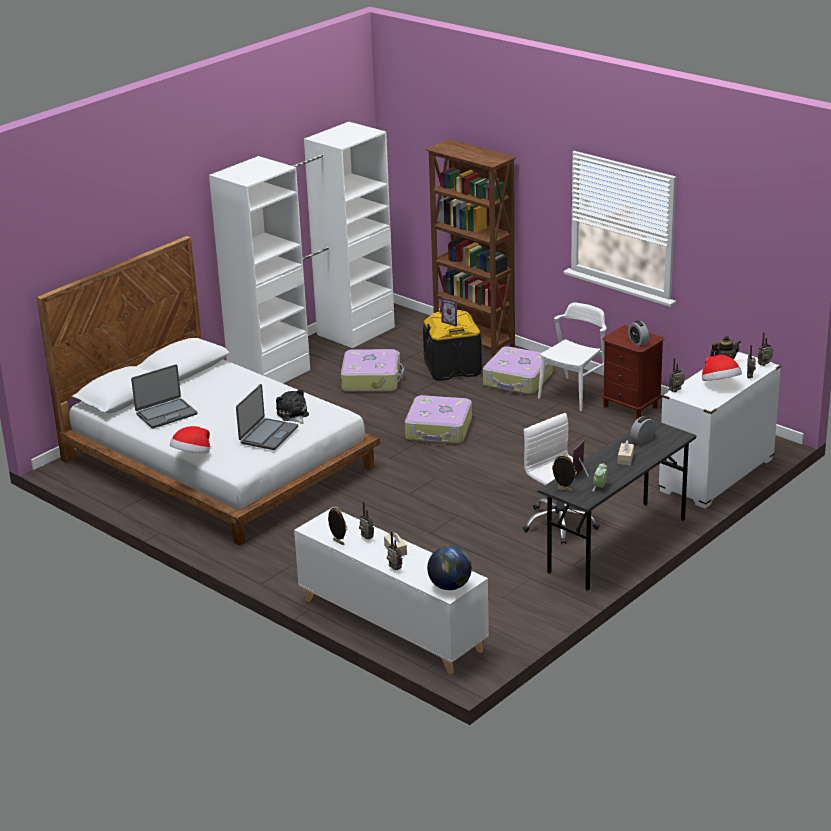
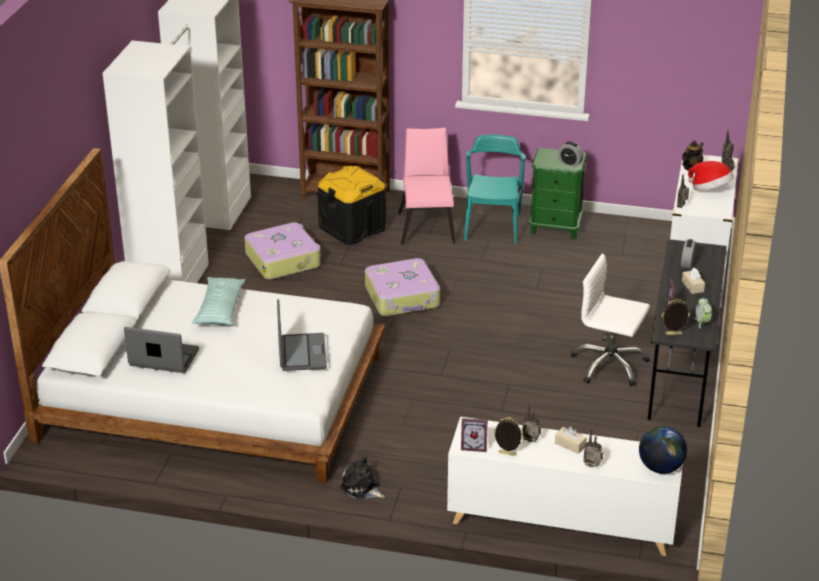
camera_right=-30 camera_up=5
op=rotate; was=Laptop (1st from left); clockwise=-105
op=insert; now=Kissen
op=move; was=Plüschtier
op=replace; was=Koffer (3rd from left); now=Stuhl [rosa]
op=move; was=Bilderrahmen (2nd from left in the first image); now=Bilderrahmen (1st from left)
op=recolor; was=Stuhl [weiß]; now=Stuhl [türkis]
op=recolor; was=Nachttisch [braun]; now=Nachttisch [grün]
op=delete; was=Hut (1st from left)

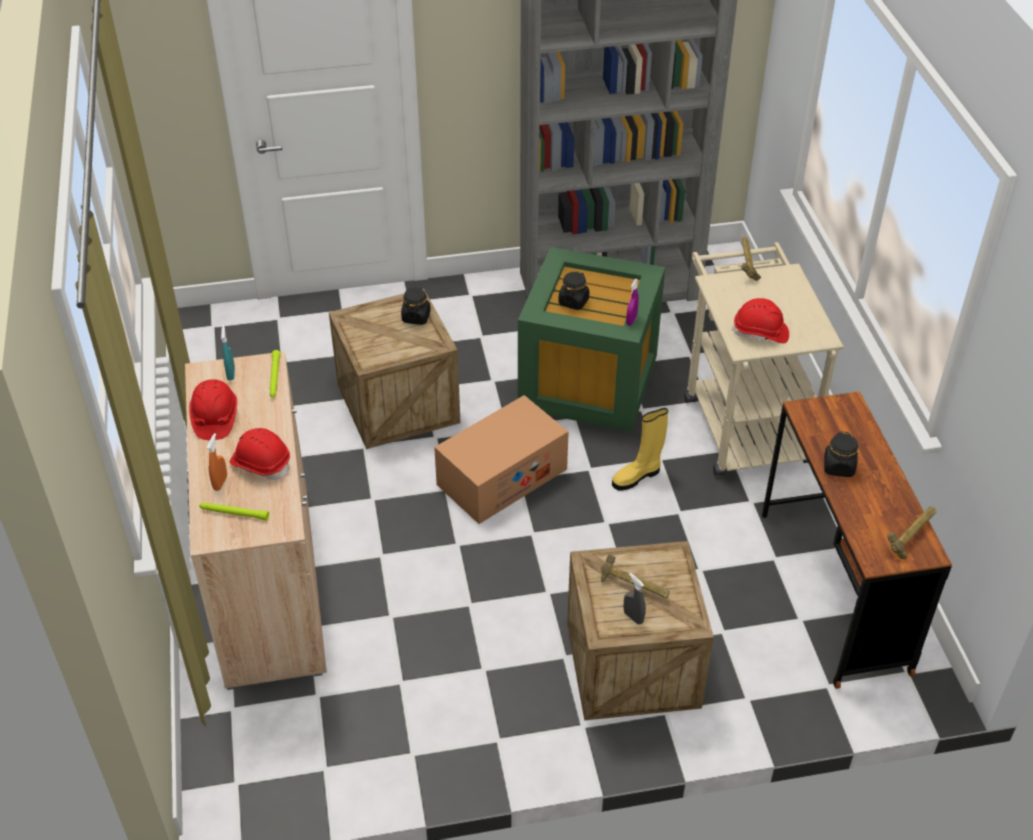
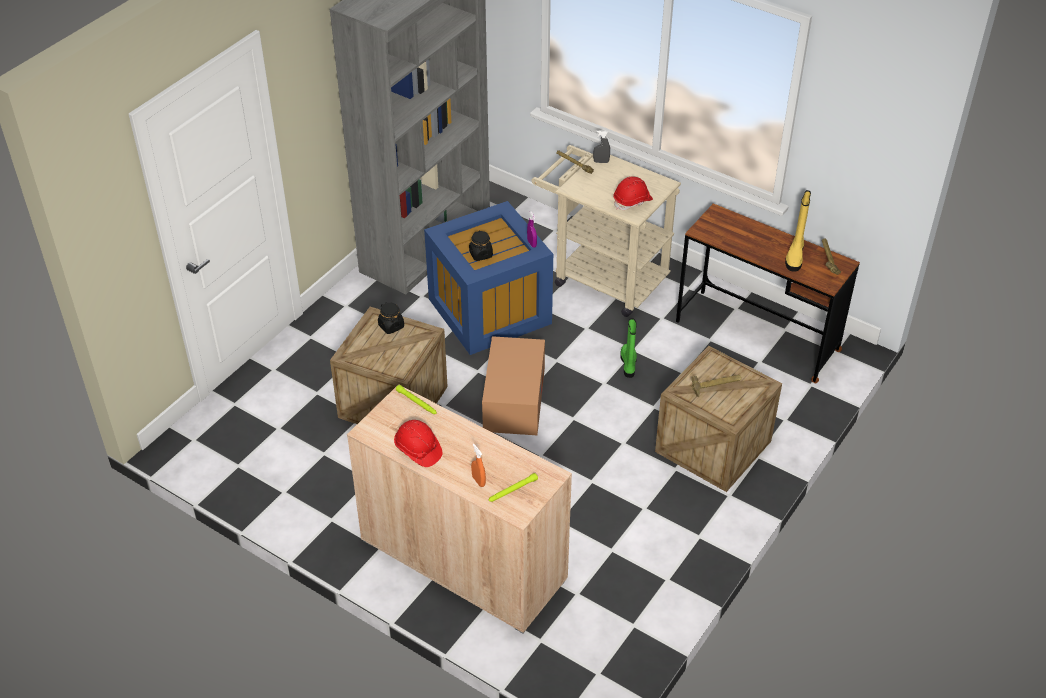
camera_right=-45 camera_up=0
op=recolor; was=Aufbewahrungsbox [grün]; now=Aufbewahrungsbox [blau]
op=move; was=Sprühflasche [grau]
op=insert; now=Stiefel [grün]
op=move; was=Stiefel [gelb]
op=delete; was=Sprühflasche [türkis]
op=delete; was=Schutzhelm [rot] (2nd from left)
op=delete; was=Vorratsglas [schwarz] (3rd from left)

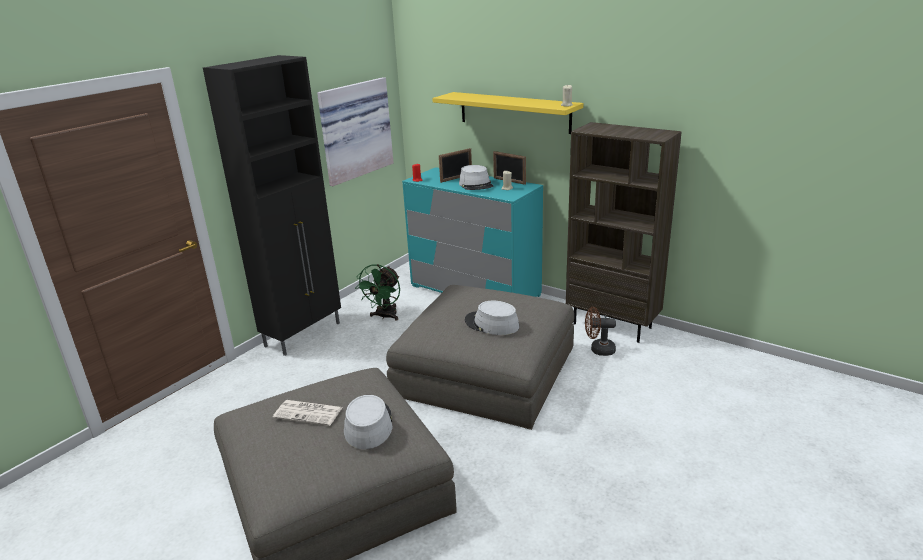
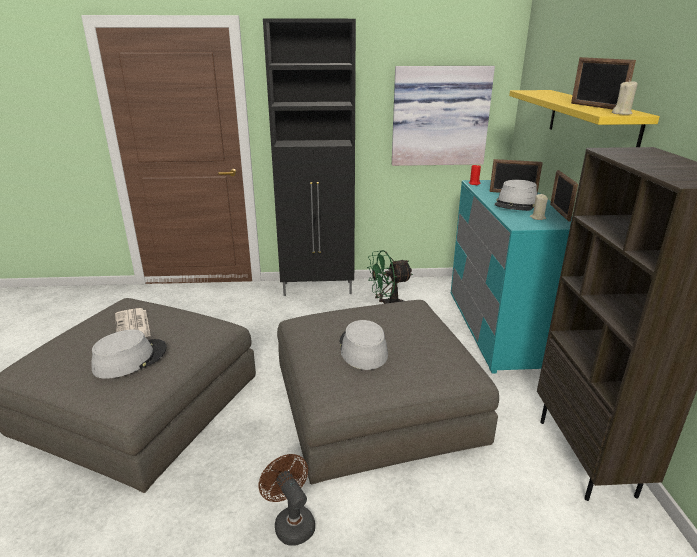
camera_right=50 camera_up=0
op=move; was=Ventilator [braun]
op=insert; now=Bilderrahmen (3rd from left)

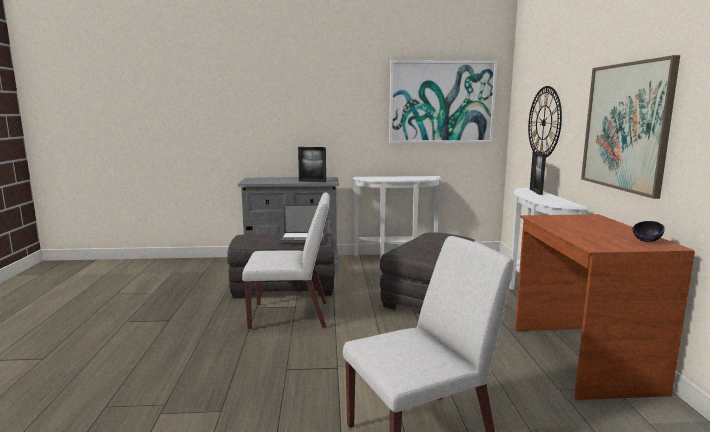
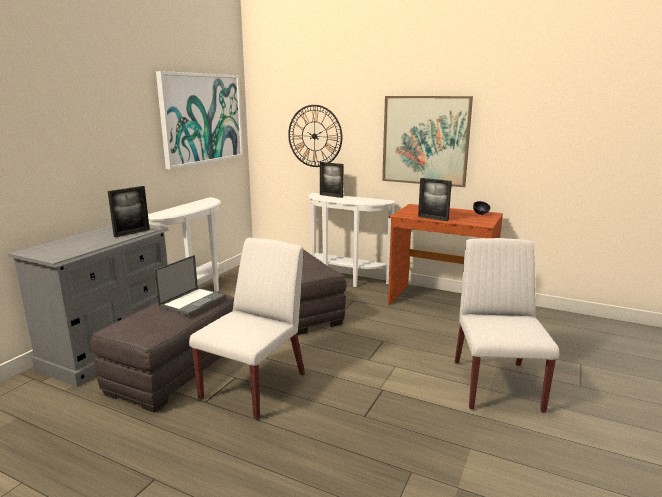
camera_right=-60 camera_up=5
op=insert; now=Bilderrahmen (3rd from left)

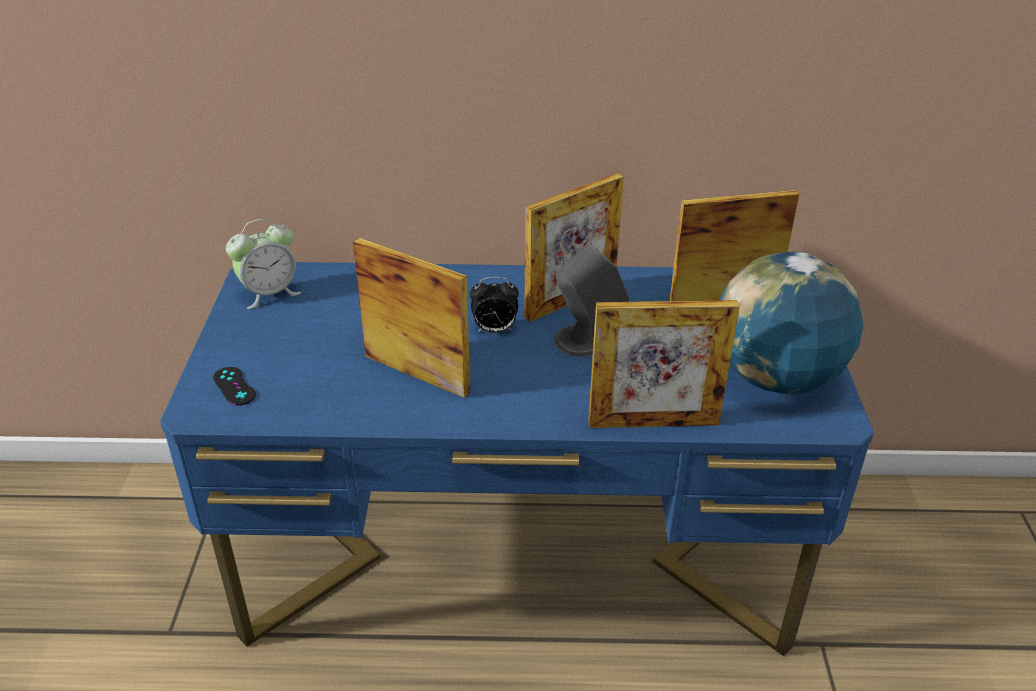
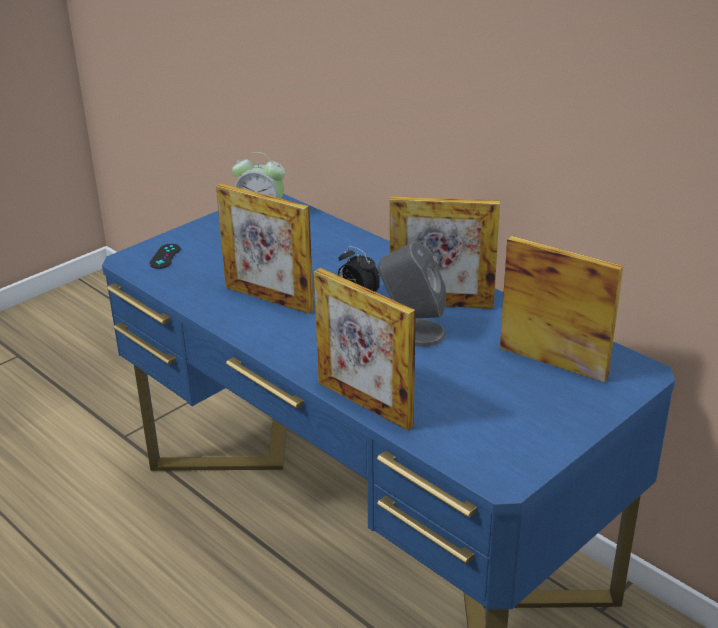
camera_right=45 camera_up=-5
op=rotate; was=Bilderrahmen (1st from left); clockwise=135
op=delete; was=Globus

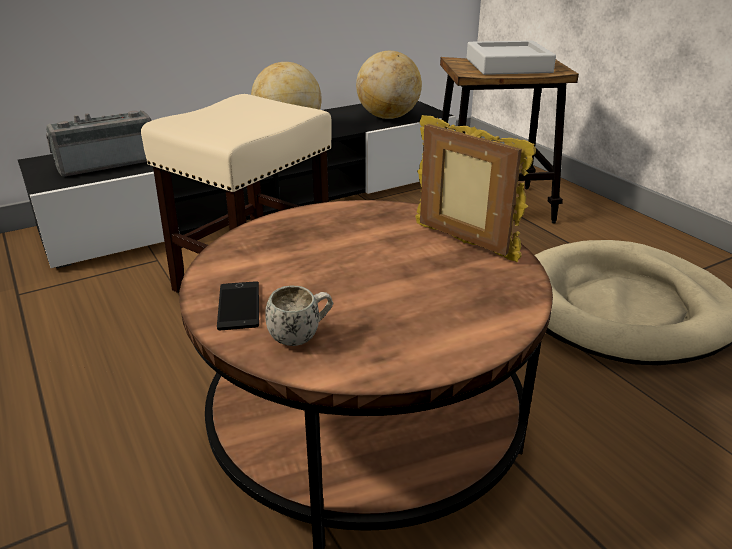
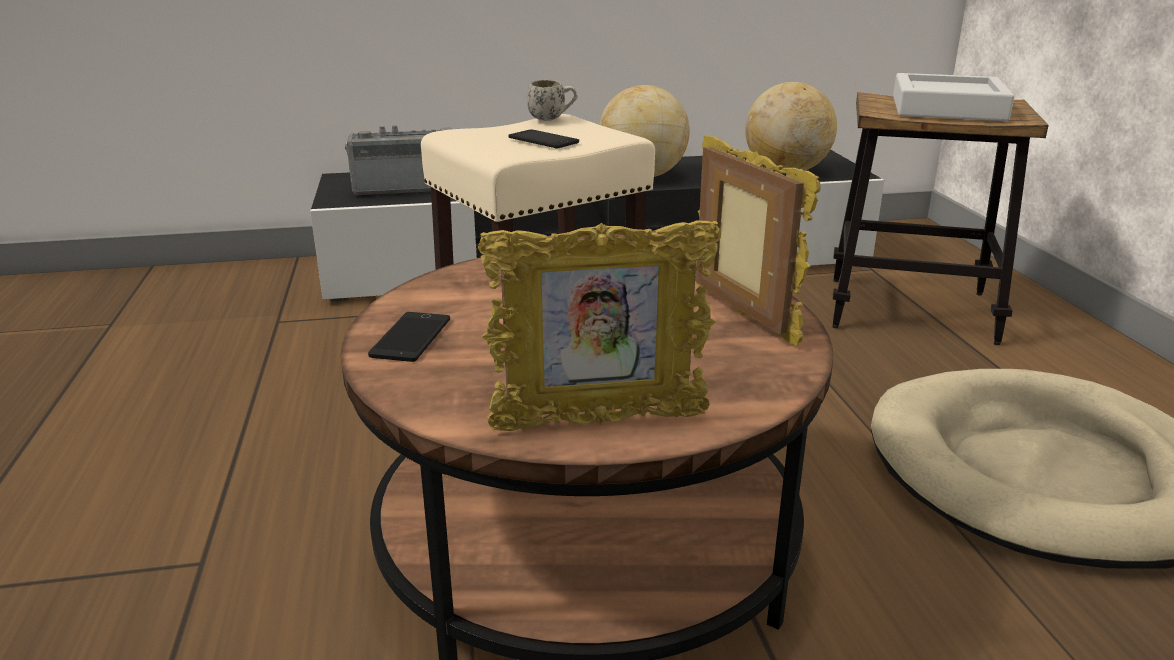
camera_right=20 camera_up=-5
op=insert; now=Bilderrahmen (1st from left)
op=insert; now=Handy (2nd from left)
op=move; was=Henkelbecher [weiß]

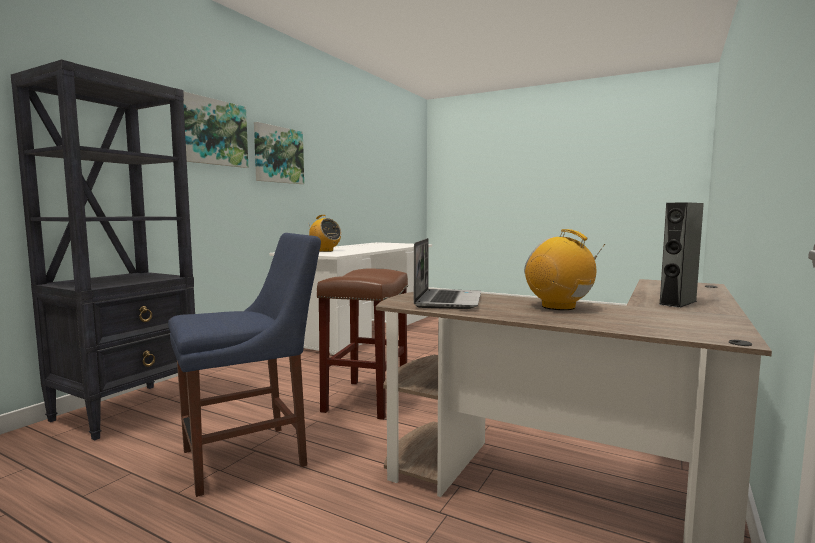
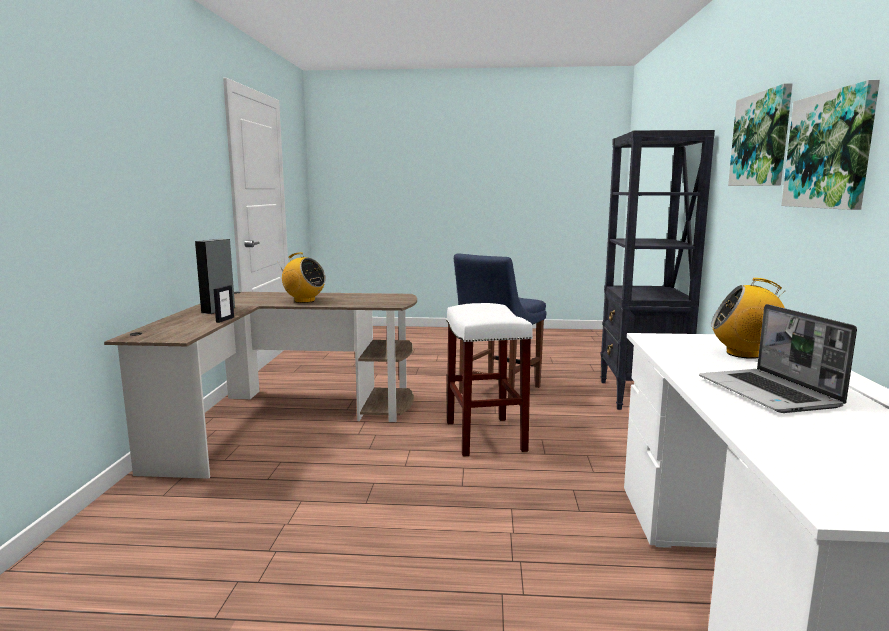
camera_right=155 camera_up=5
op=insert; now=Bilderrahmen
op=recolor; was=Hocker [braun]; now=Hocker [weiß]
op=move; was=Laptop

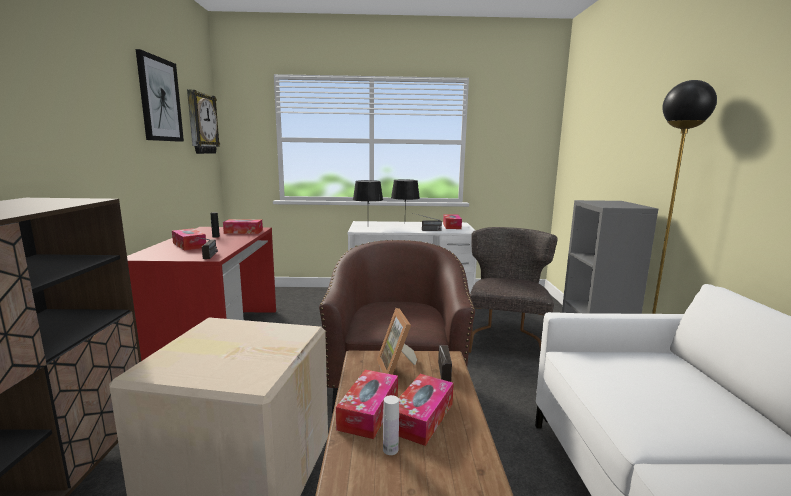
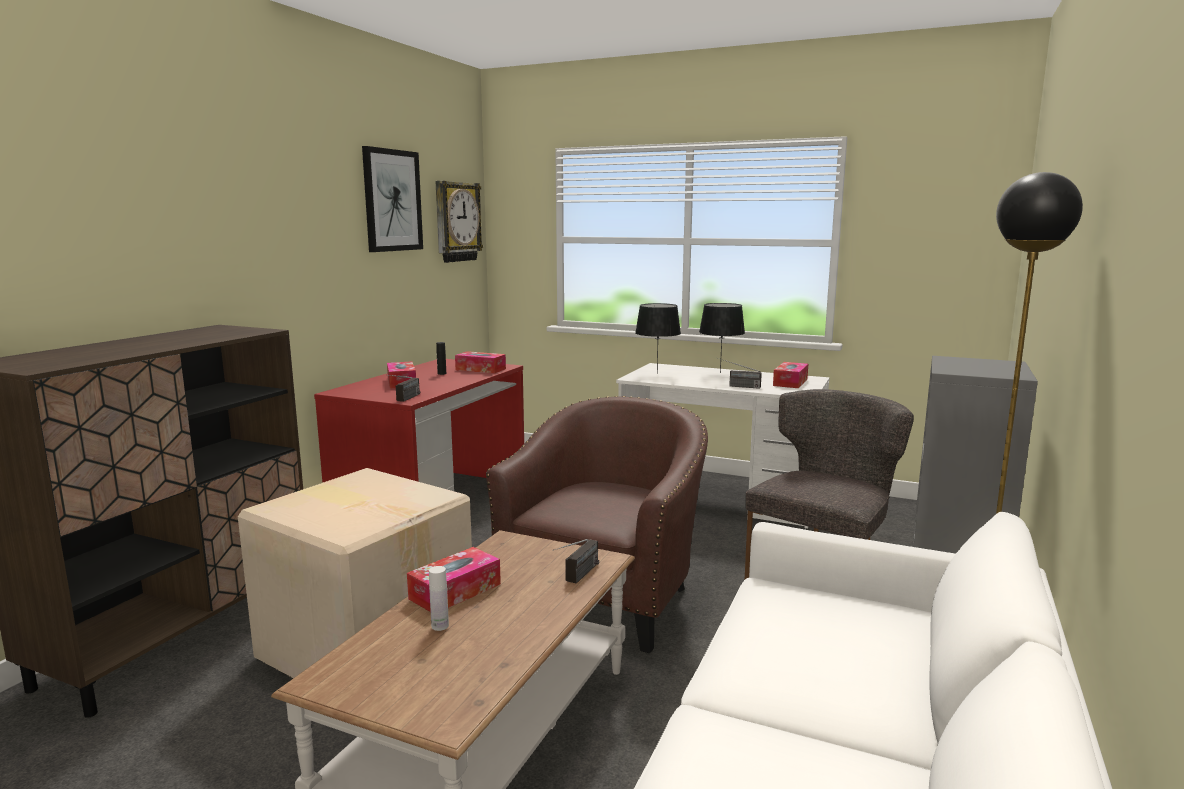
camera_right=25 camera_up=0
op=delete; was=Bilderrahmen
op=delete; was=Taschentuchbox (4th from left)

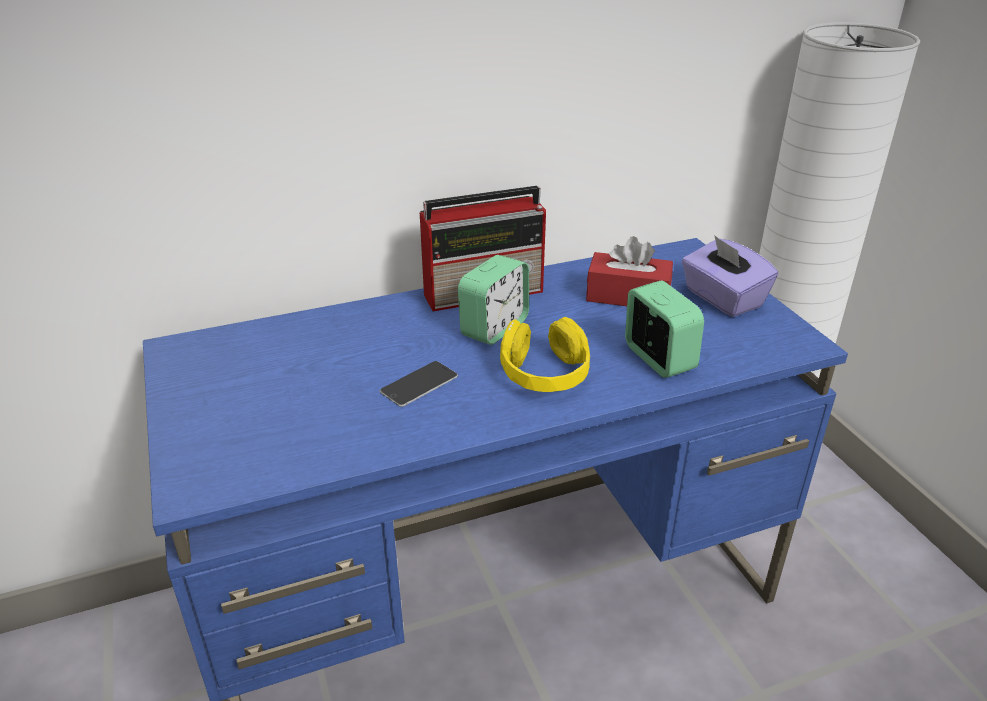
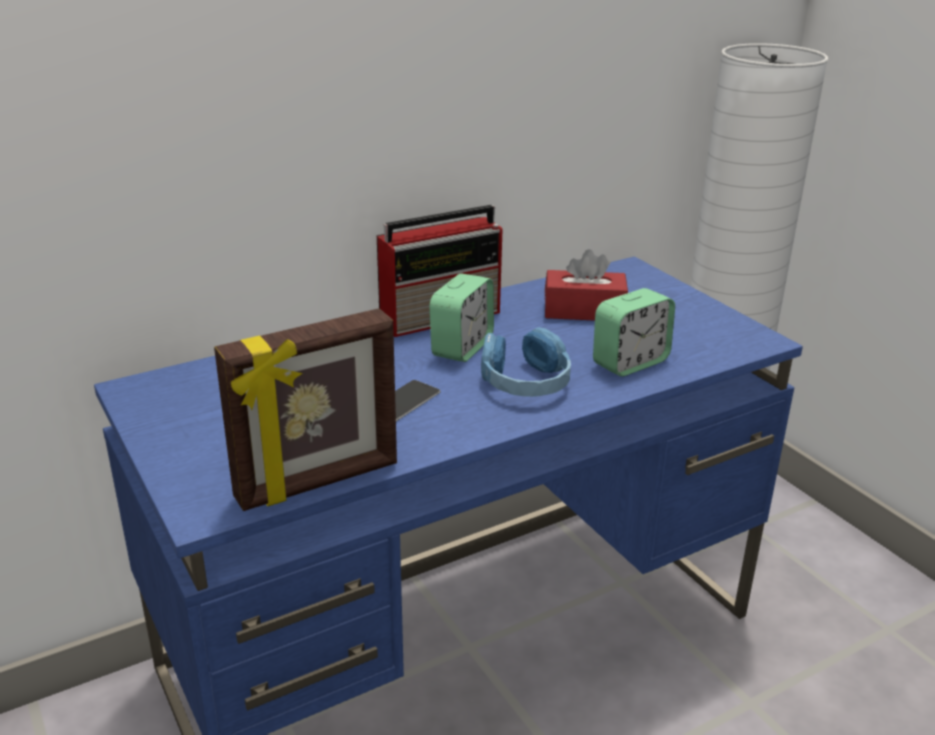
camera_right=-10 camera_up=-5
op=insert; now=Bilderrahmen
op=recolor; was=Kopfhörer [gelb]; now=Kopfhörer [blau]
op=rotate; was=Wecker (2nd from left); clockwise=90
op=delete; was=Taschentuchbox [lila]

